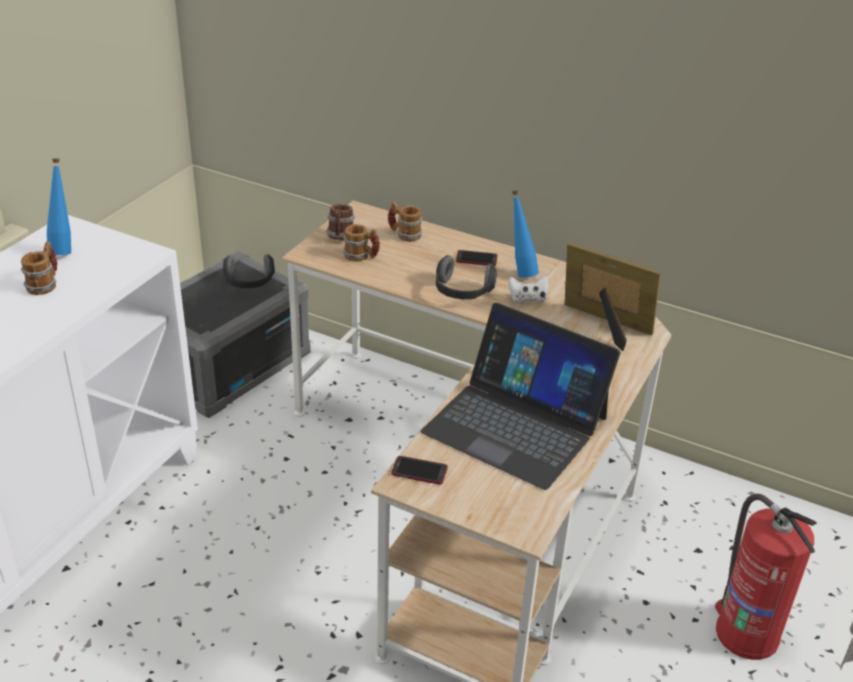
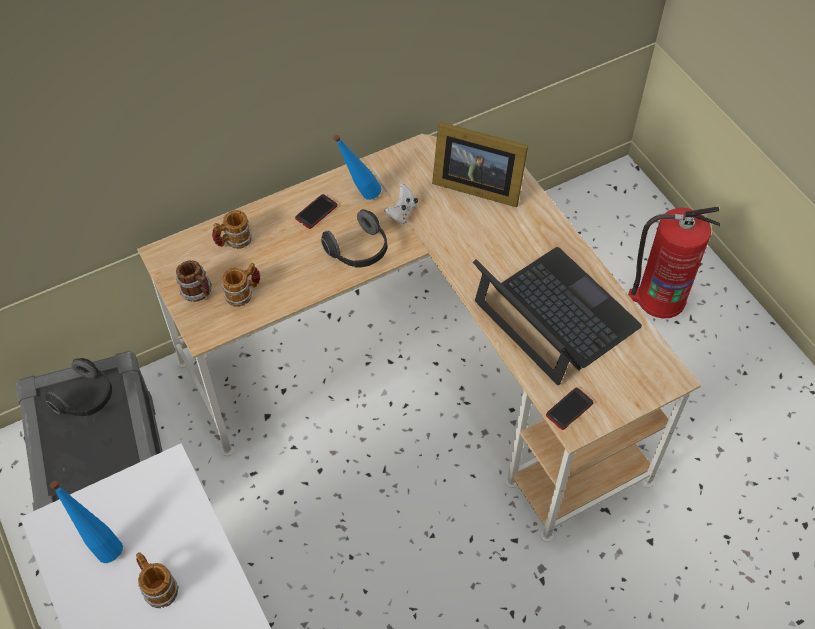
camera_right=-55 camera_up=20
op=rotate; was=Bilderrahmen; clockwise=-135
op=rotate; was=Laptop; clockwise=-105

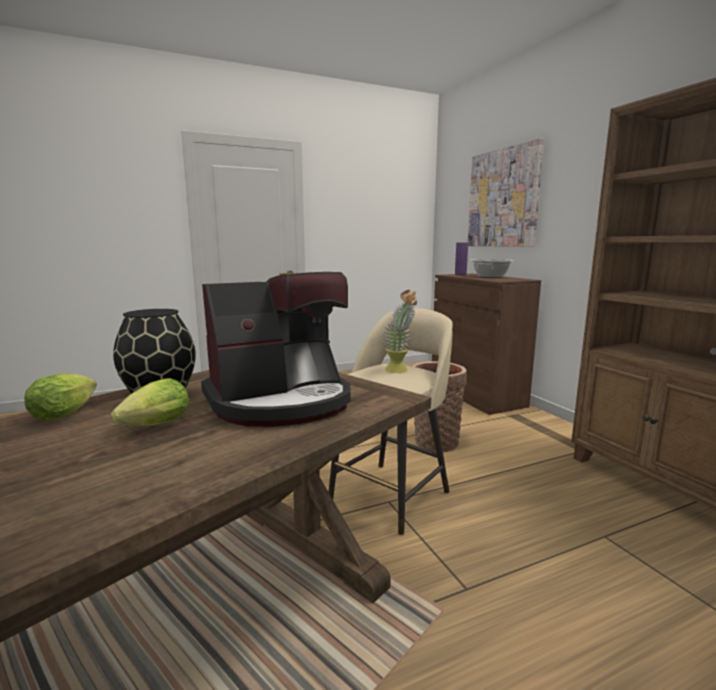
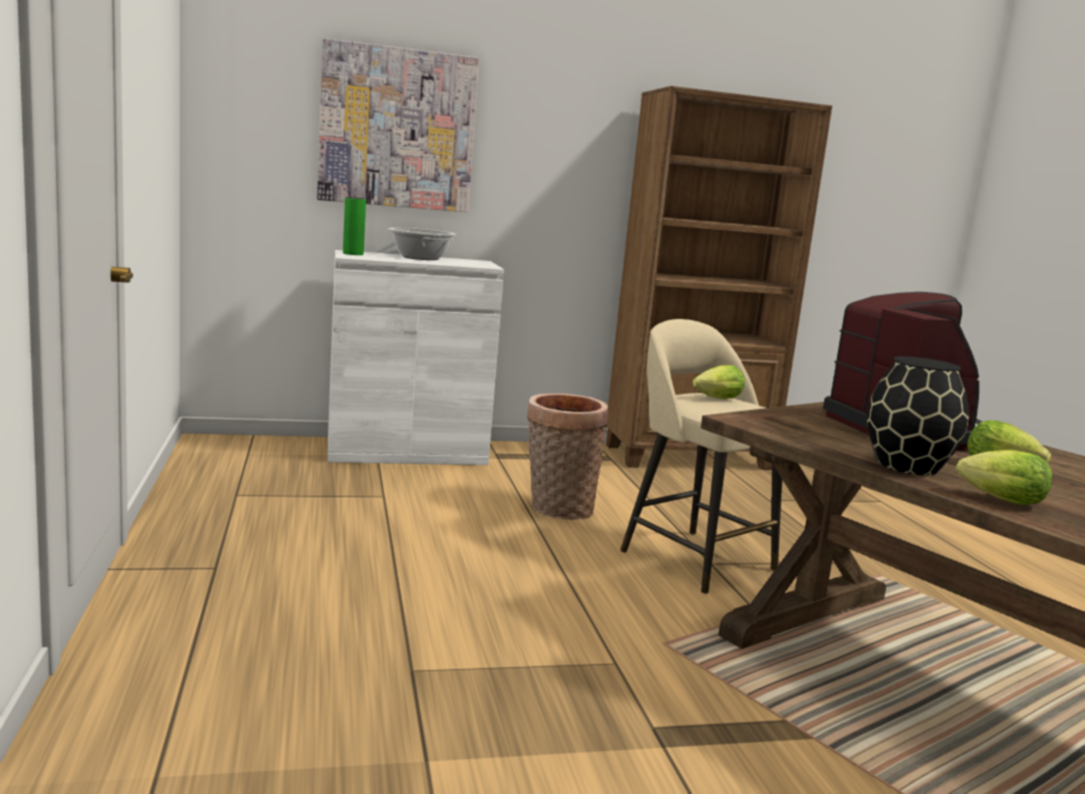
camera_right=-80 camera_up=0
op=recolor; was=Schrank [braun]; now=Schrank [weiß]
op=recolor; was=Vase [lila]; now=Vase [grün]
op=replace; was=Topfpflanze; now=Salatkopf (1st from left)

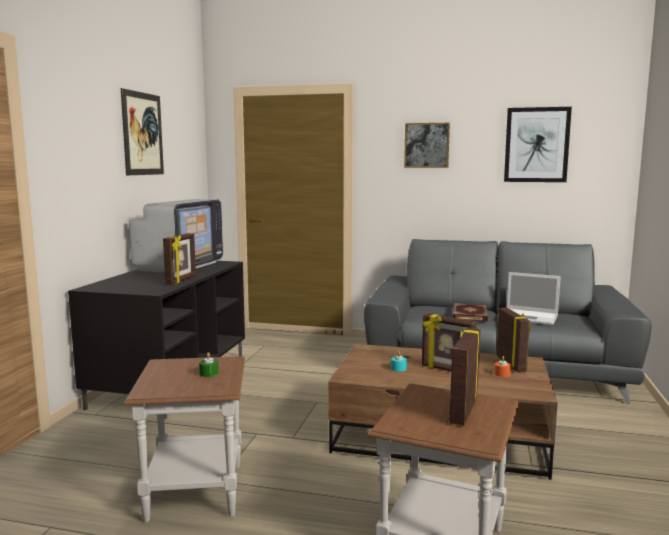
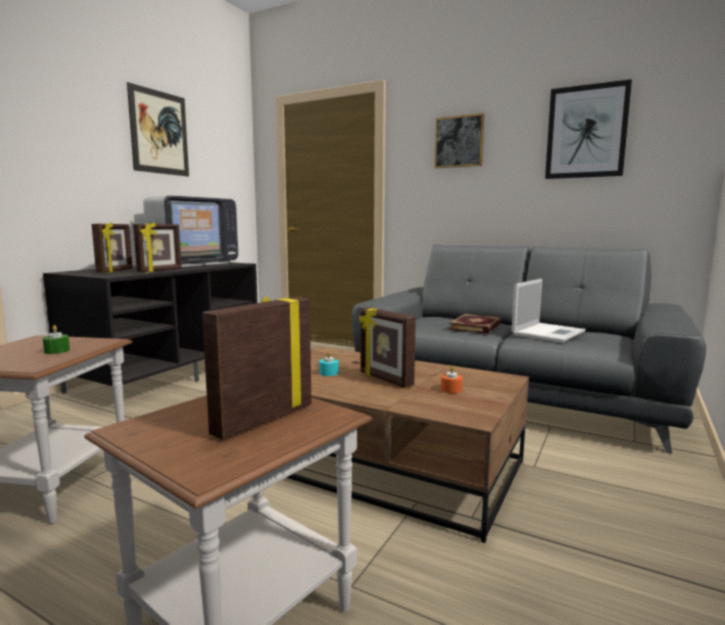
camera_right=15 camera_up=0
op=move; was=Bilderrahmen (4th from left in the first image); now=Bilderrahmen (1st from left)
op=rotate; was=Laptop; clockwise=-90

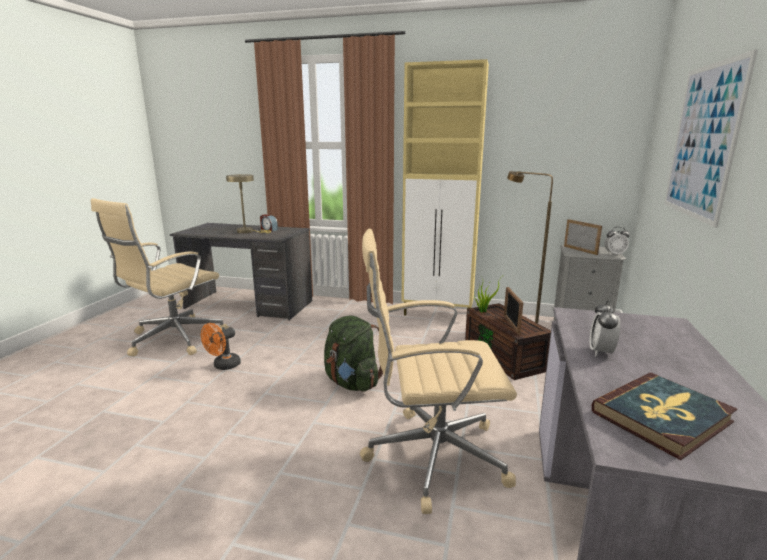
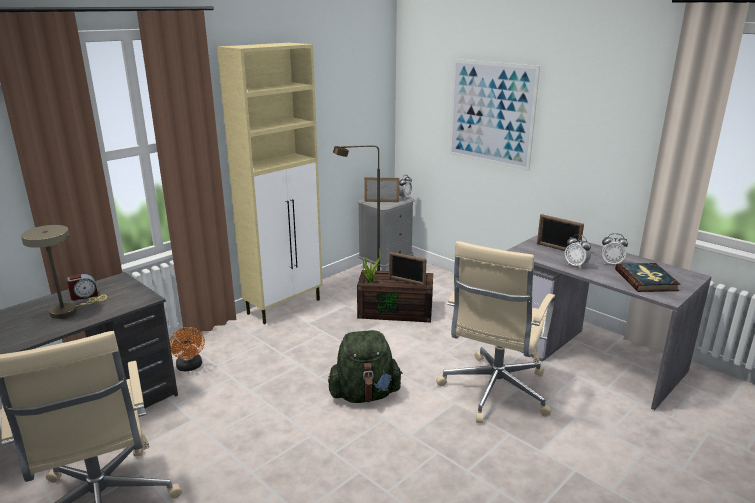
camera_right=-60 camera_up=5
op=move; was=Ventilator [orange]
op=insert; now=Bilderrahmen (3rd from left)
op=insert; now=Wecker (4th from left)

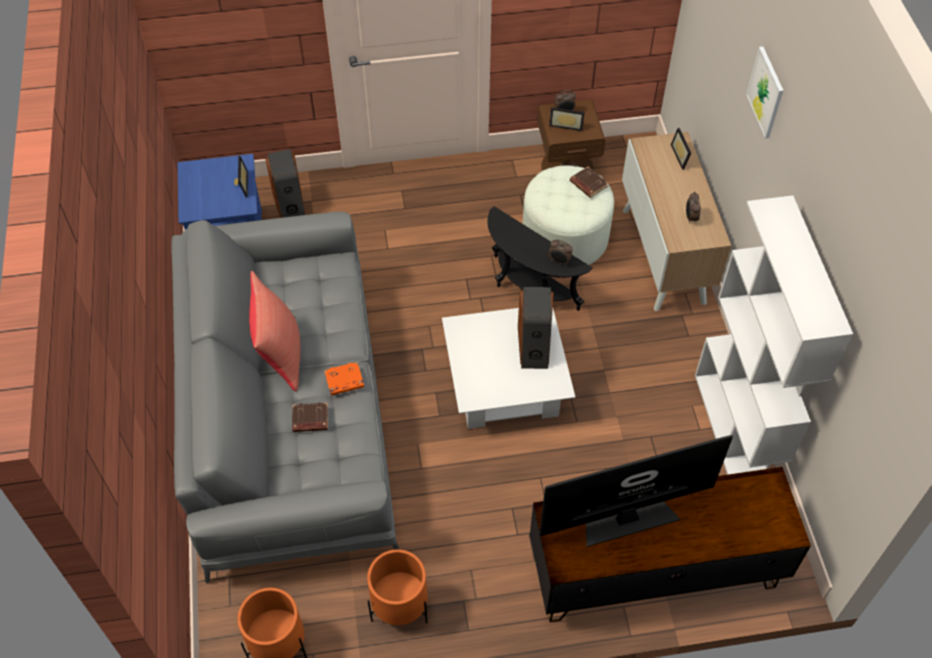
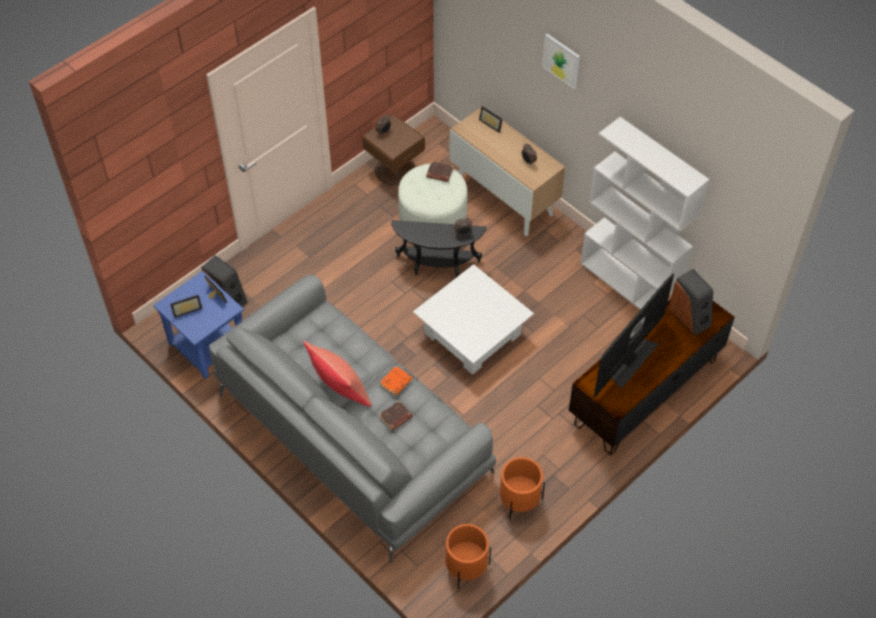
camera_right=-35 camera_up=0
op=move; was=Bilderrahmen (2nd from left in the first image); now=Bilderrahmen (1st from left)
op=move; was=Lautsprecher (2nd from left)

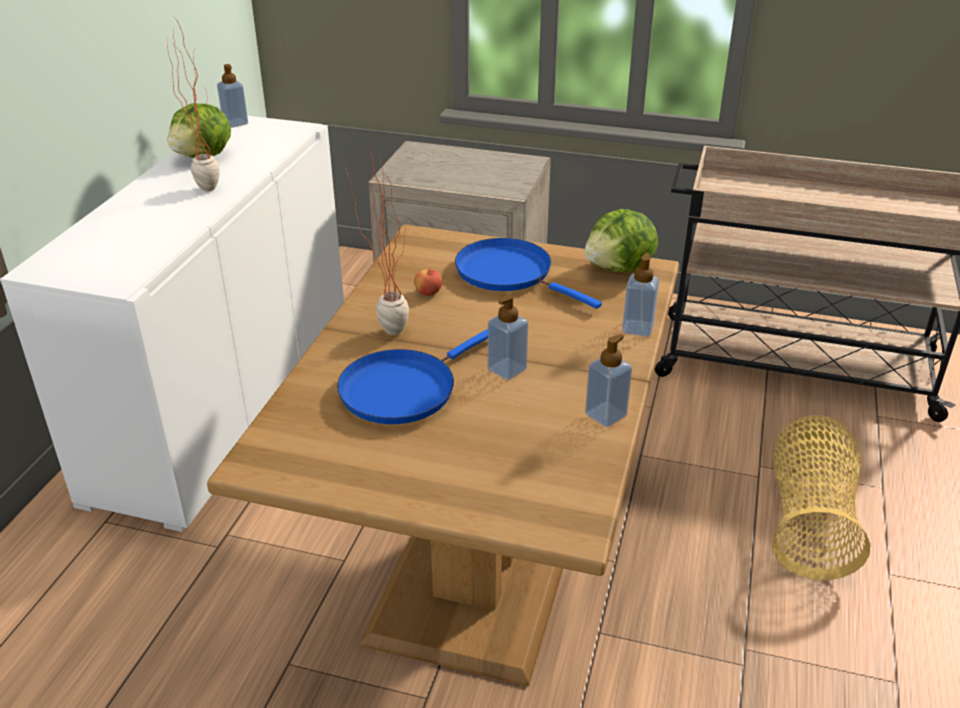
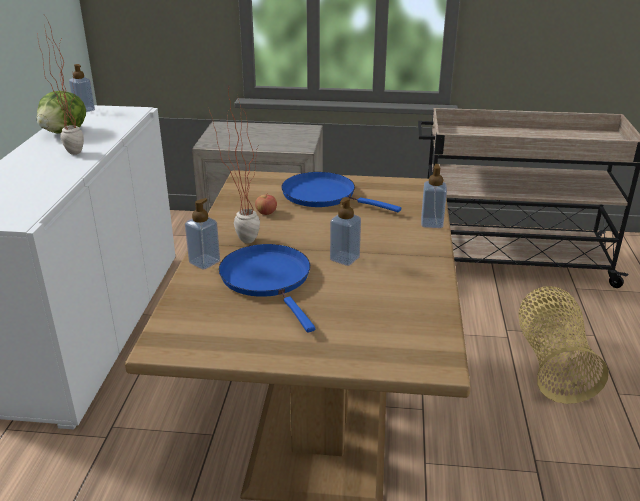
camera_right=-10 camera_up=-5
op=move; was=Seifenspender (3rd from left in the first image); now=Seifenspender (2nd from left)
op=rotate; was=Pfanne [blau] (1st from left); clockwise=120
op=delete; was=Salatkopf (2nd from left)

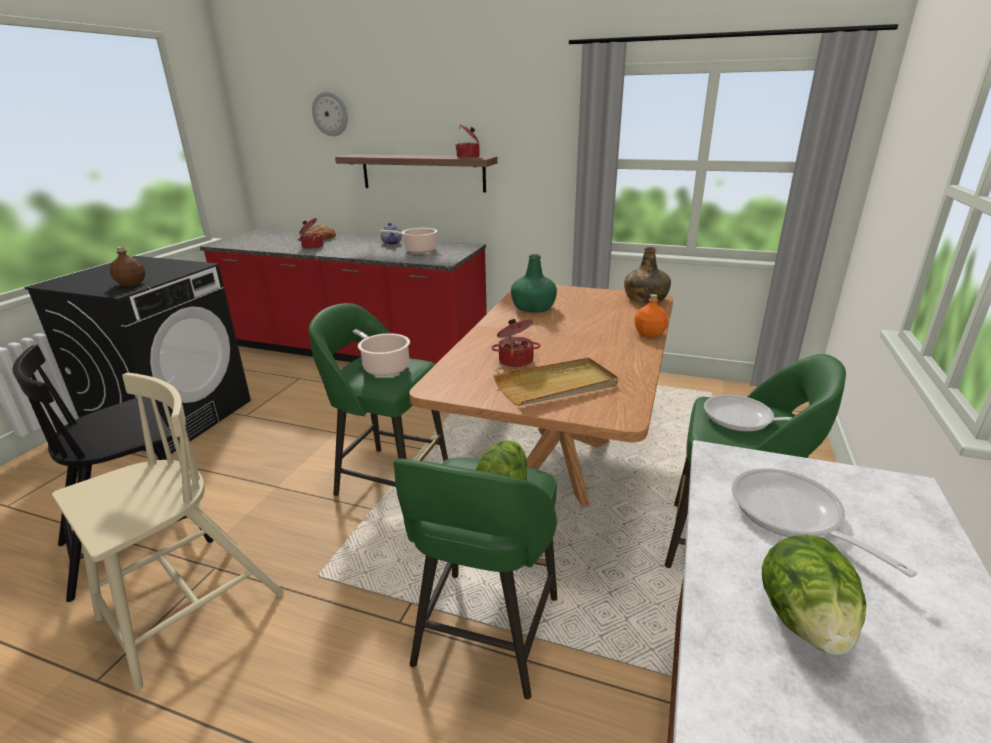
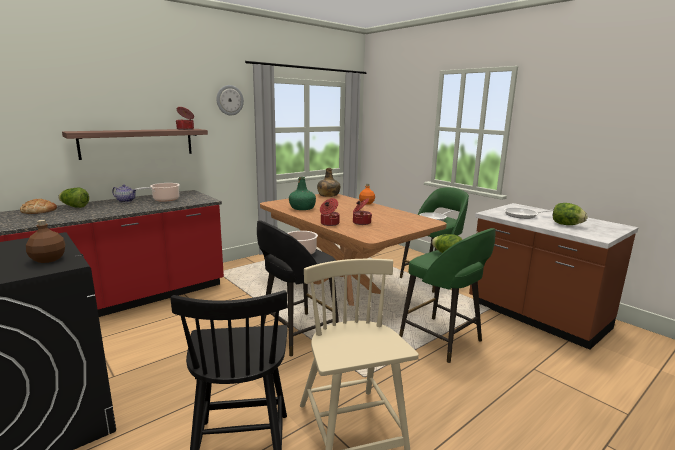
camera_right=-60 camera_up=-10
op=insert; now=Salatkopf (1st from left)
op=move; was=Wanduhr
op=recolor; was=Hocker [grün] (1st from left); now=Hocker [schwarz]
op=move; was=Kochtopf (1st from left in the first image); now=Kochtopf (4th from left)
op=delete; was=Tablett [beige]

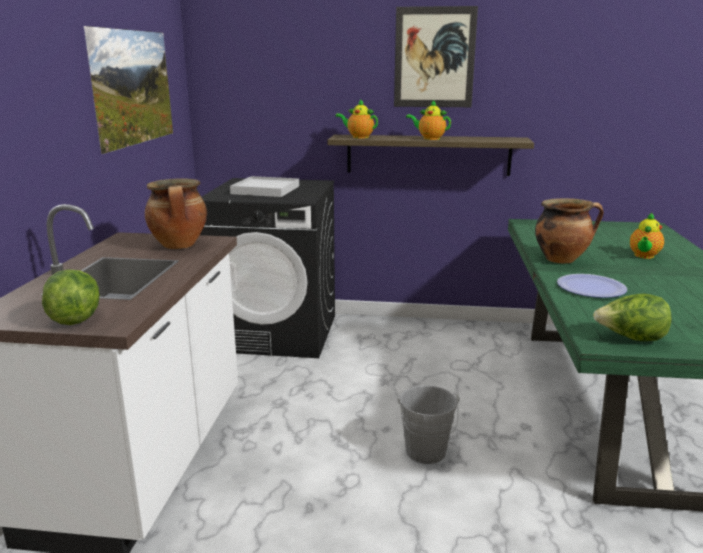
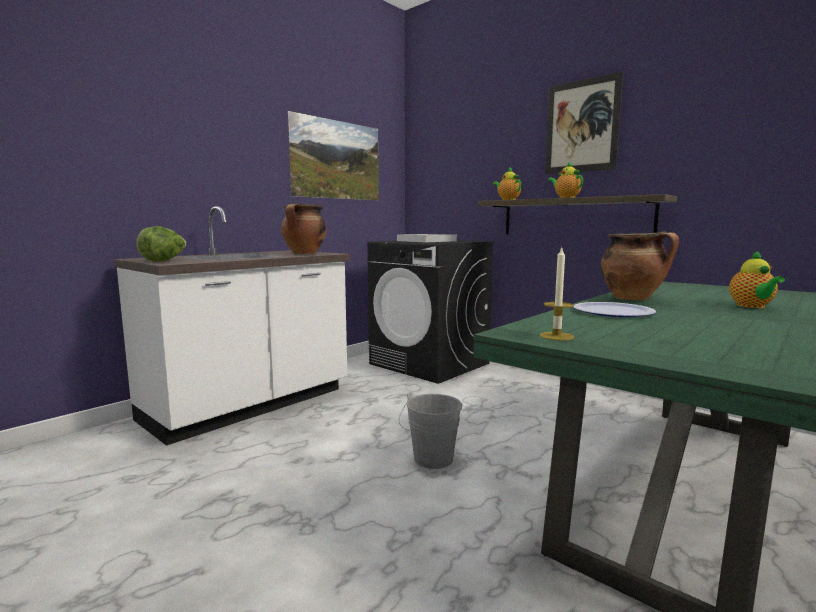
camera_right=35 camera_up=-10
op=replace; was=Salatkopf (2nd from left); now=Kerze
op=rotate; was=Teekanne (3rd from left); clockwise=-60

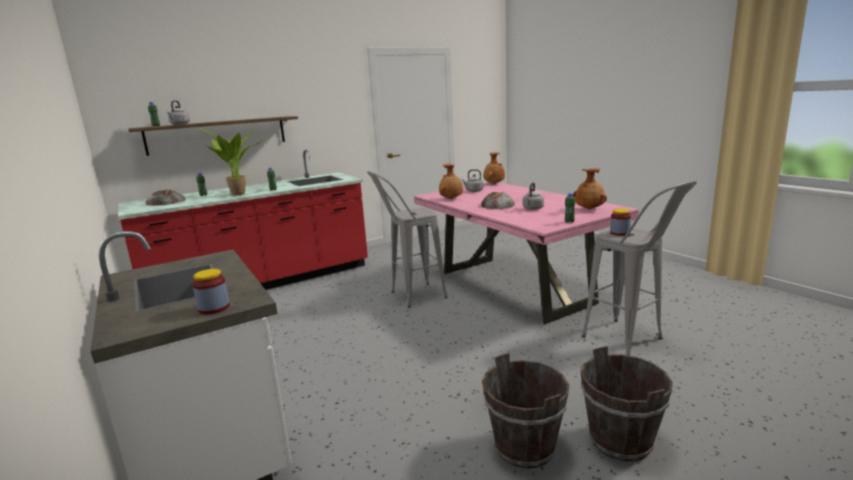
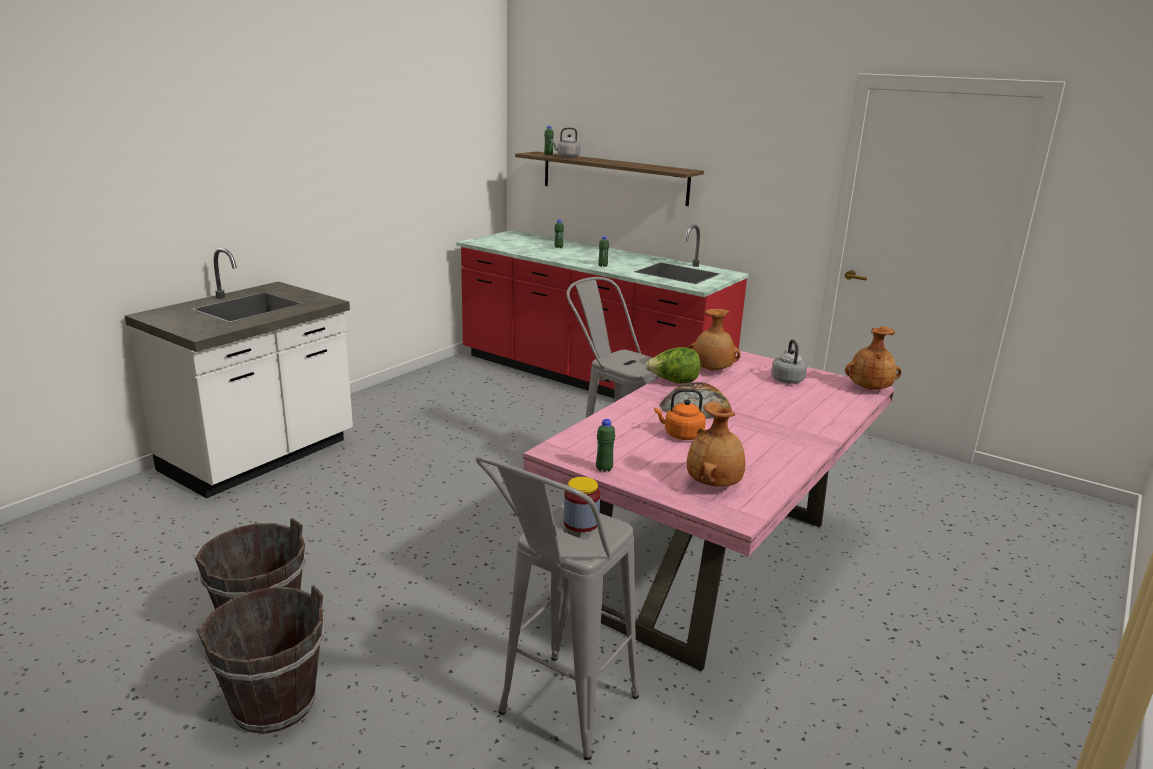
camera_right=65 camera_up=5
op=insert; now=Salatkopf
op=recolor; was=Wasserkessel [grau] (3rd from left); now=Wasserkessel [orange]
op=delete; was=Brot (1st from left)
op=delete; was=Vorratsglas (1st from left)
op=delete; was=Topfpflanze

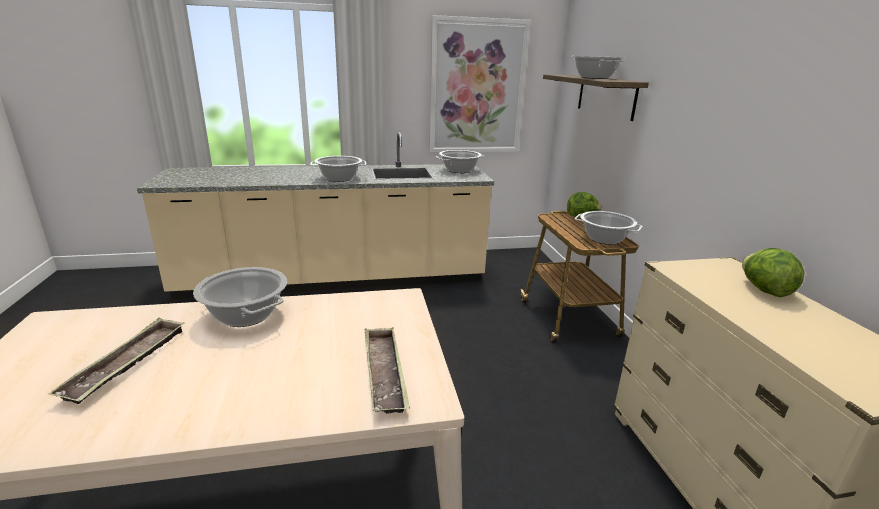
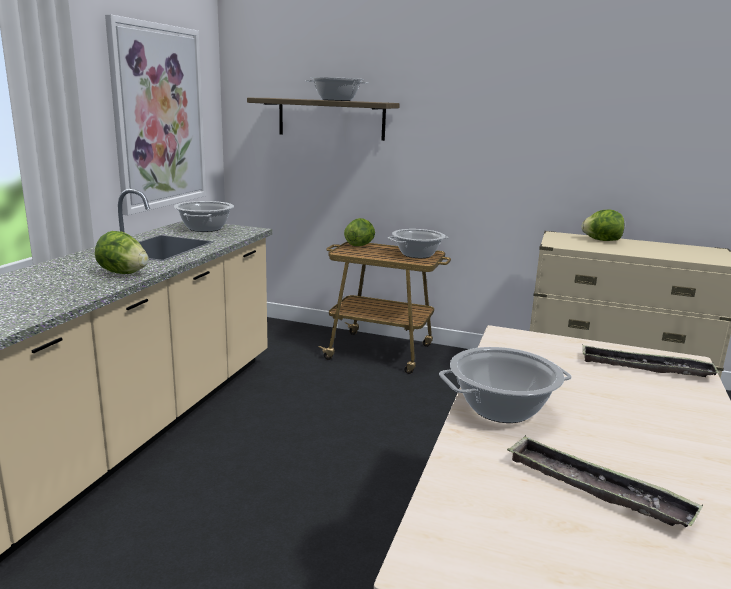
camera_right=-60 camera_up=-5
op=replace; was=Kochtopf (2nd from left); now=Salatkopf (1st from left)

